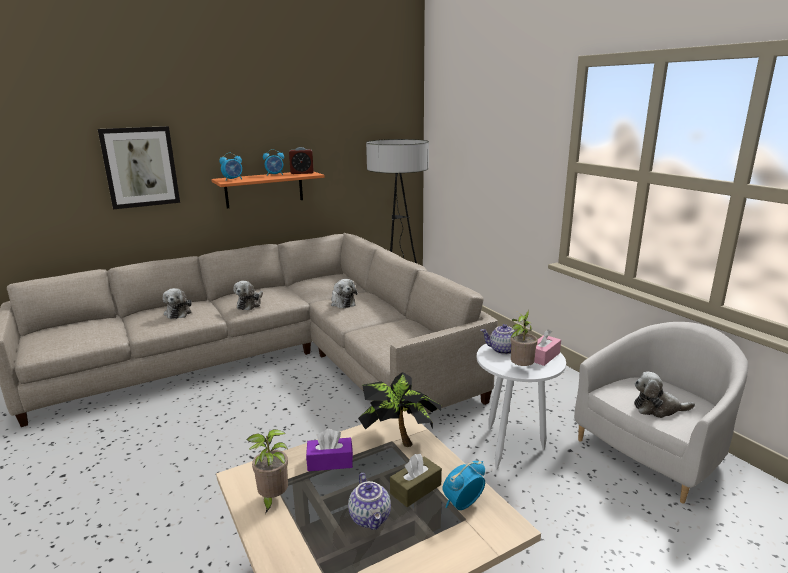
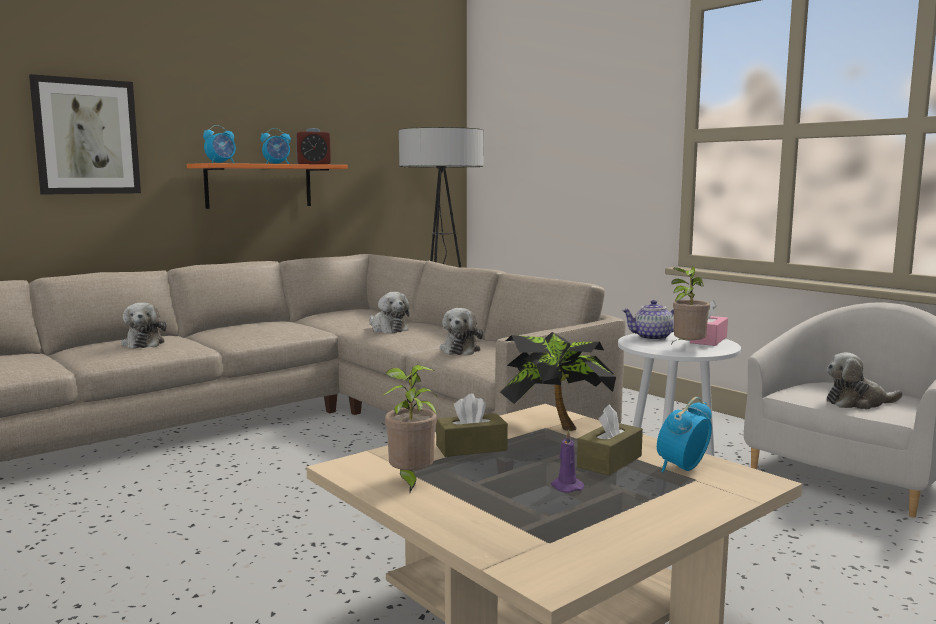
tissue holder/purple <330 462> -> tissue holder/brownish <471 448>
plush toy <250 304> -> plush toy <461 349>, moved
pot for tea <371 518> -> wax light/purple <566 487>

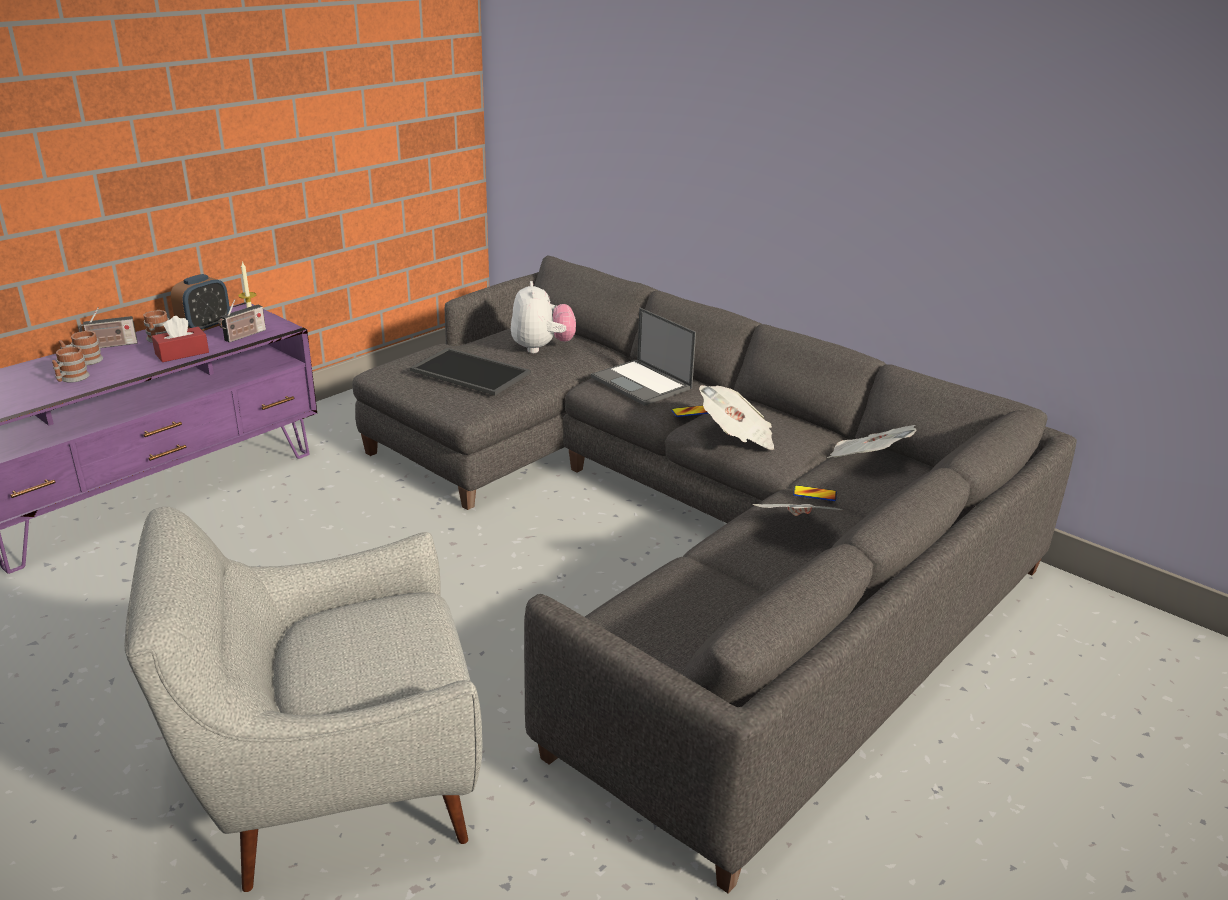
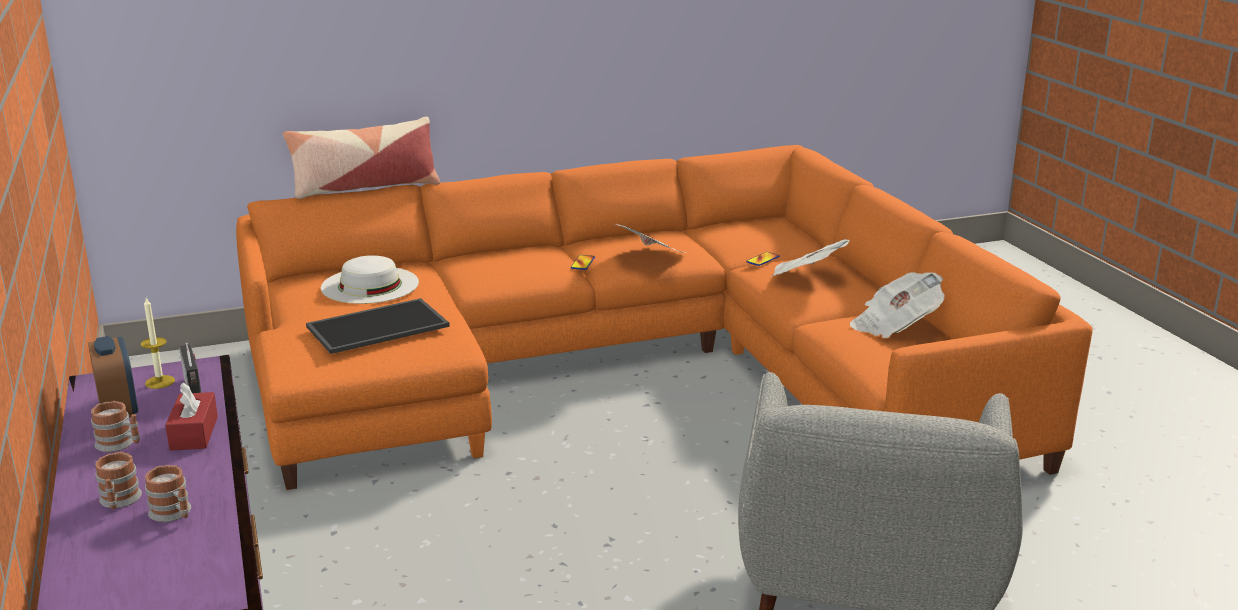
settee/gray <688 533> -> settee/orange-coloured <635 368>
none -> pillow <365 187>
plush toy <542 348> -> clothing hat/white <370 285>
daily paper <866 461> -> daily paper <894 326>, moved
radio receiver <110 345> -> none
portable computer <642 383> -> none

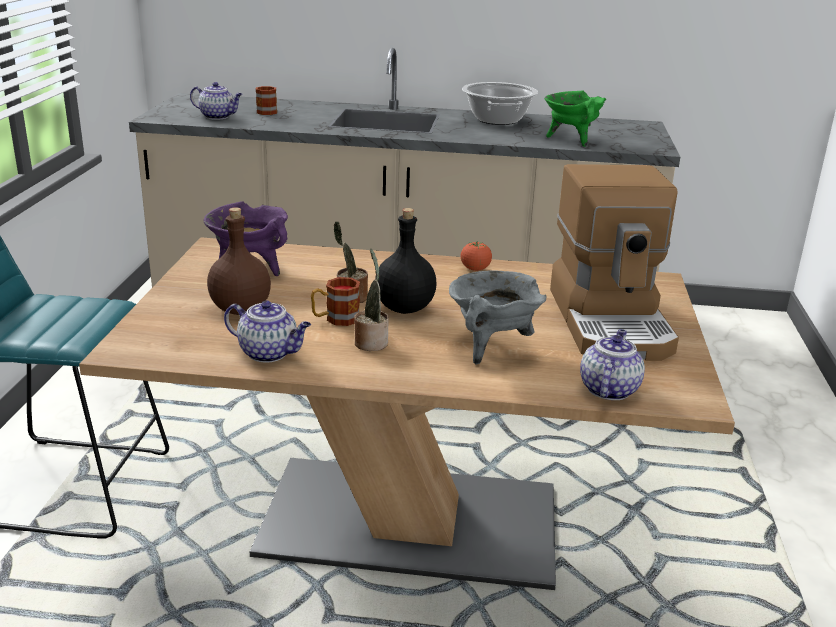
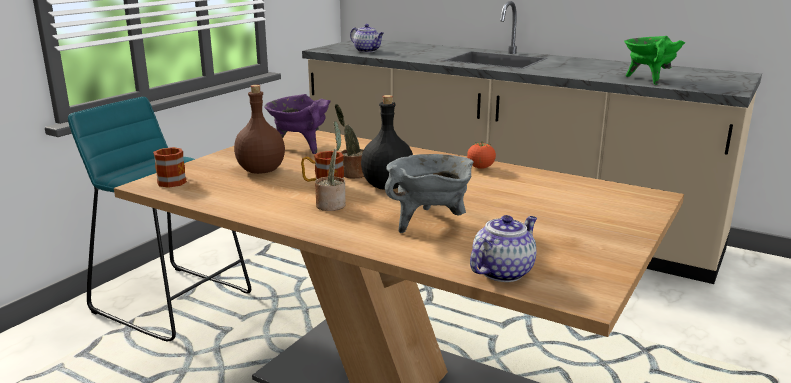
coffee mug <265 111> -> coffee mug <173 180>, moved
pot for tea <270 353> -> none
cooking pot <498 120> -> none
coffee maker <612 321> -> none

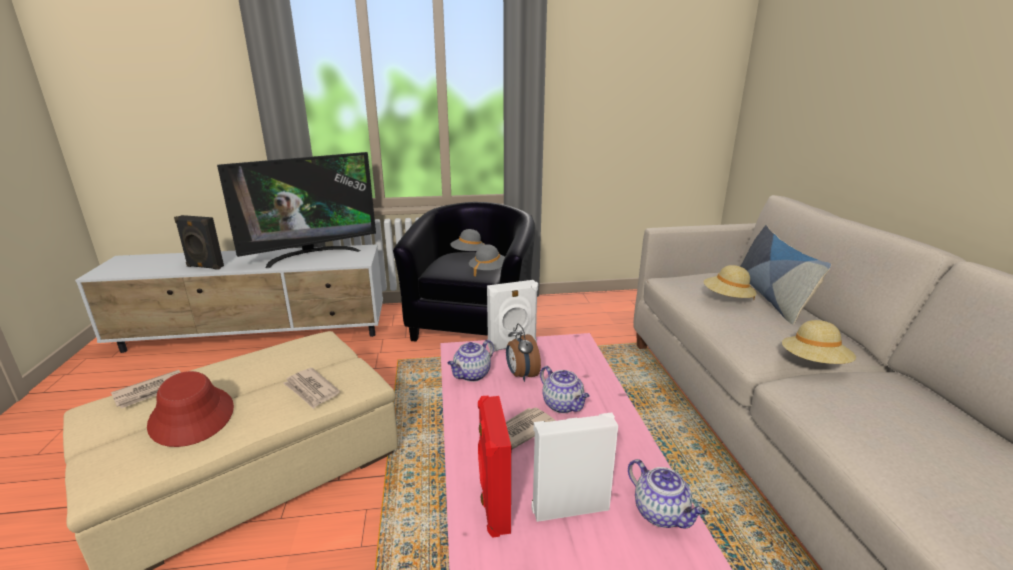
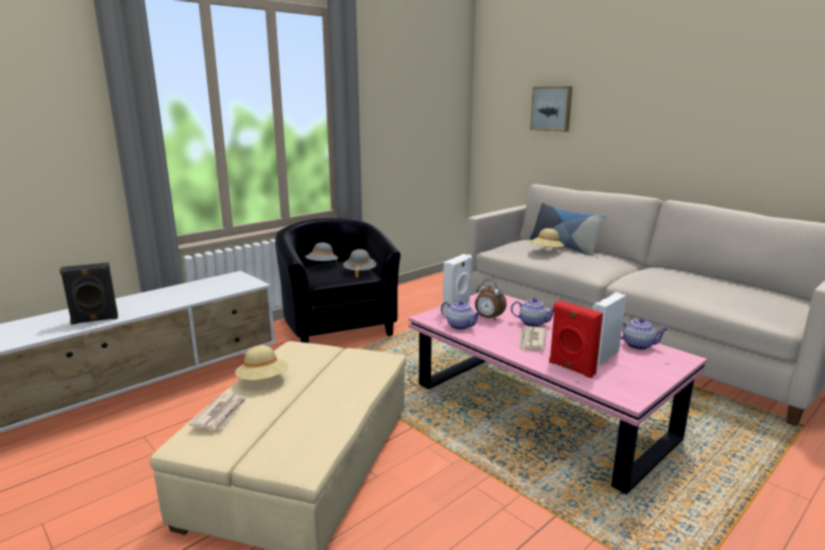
clothing hat/beige <814 363> -> clothing hat/beige <263 380>, moved
pot for tea <471 375> -> pot for tea <460 326>, 60 degrees counterclockwise
none -> wall art <552 108>
clothing hat/reddish <192 416> -> none
television <311 255> -> none
daily paper <311 390> -> none

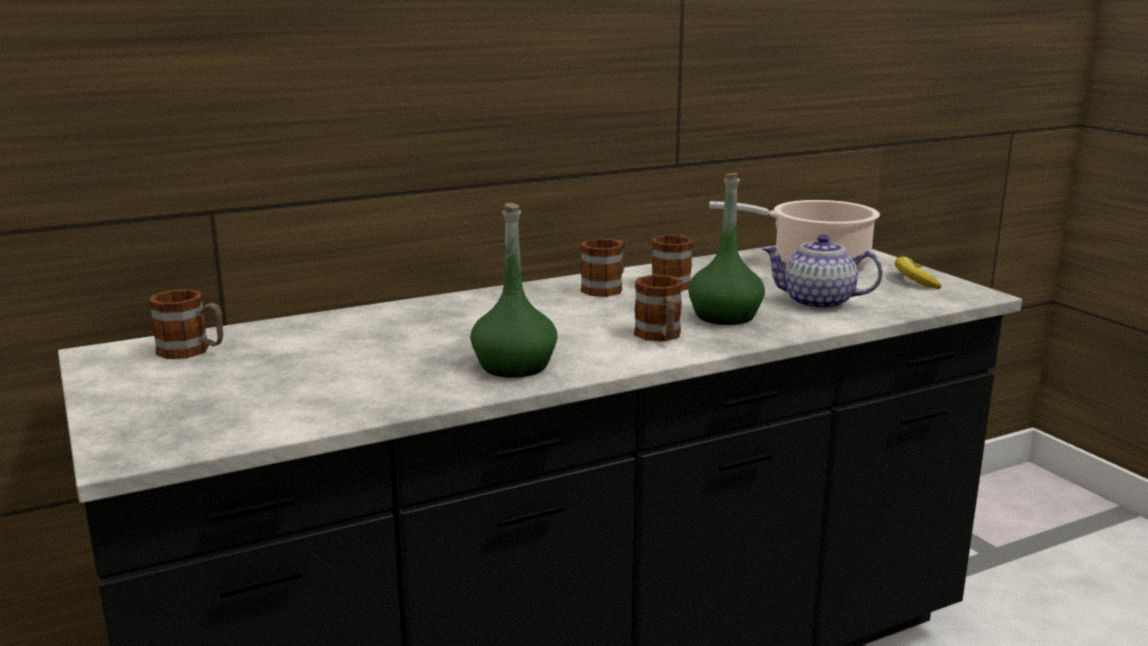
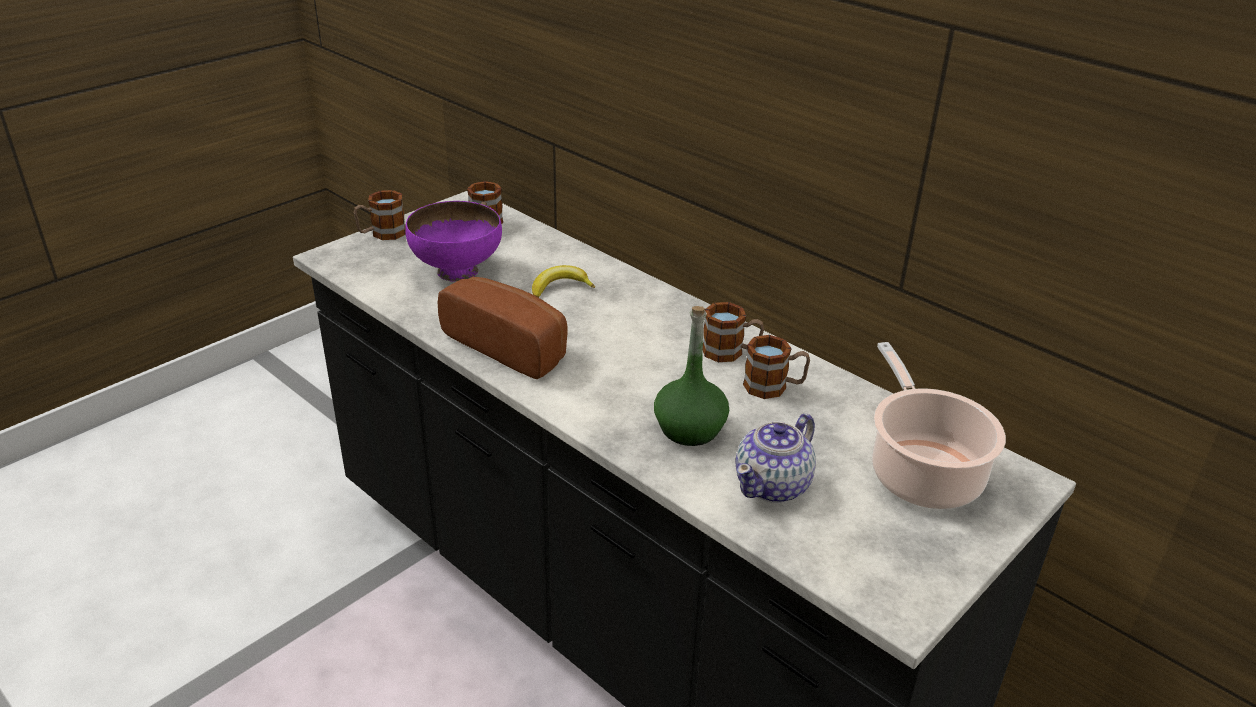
coffee mug <660 337> -> coffee mug <382 234>, moved
none -> serving bowl/purple <456 272>
drink bottle/green-coloured <515 366> -> baked bread <510 345>
banana fruit <914 279> -> banana fruit <560 287>, moved
pot for tea <819 302> -> pot for tea <773 485>, 135 degrees counterclockwise

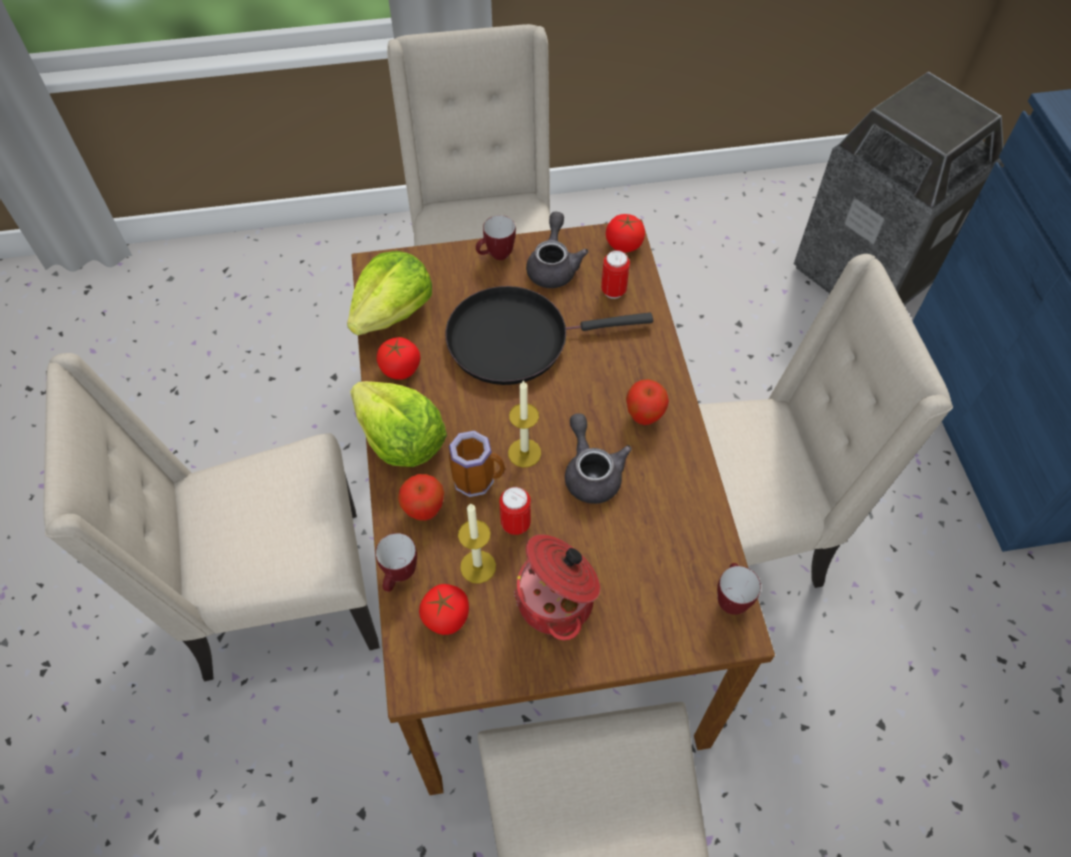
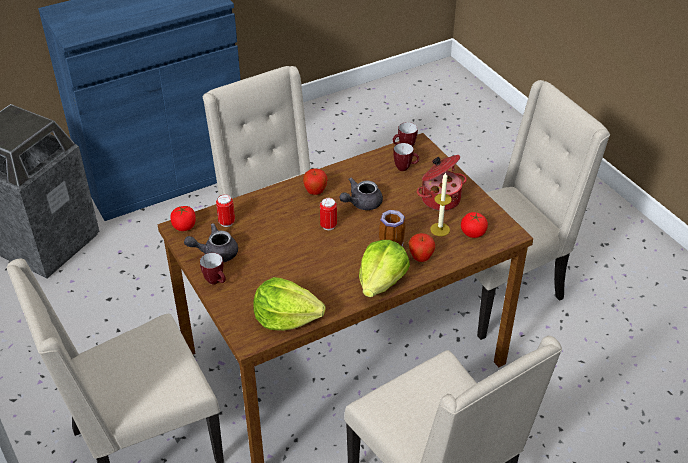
metal can <515 524> -> metal can <328 226>, moved
coffee mug <399 577> -> coffee mug <405 168>, moved
whole tomato <400 368> -> none
frying pan/black-coloured <516 339> -> none
wax light <524 453> -> none

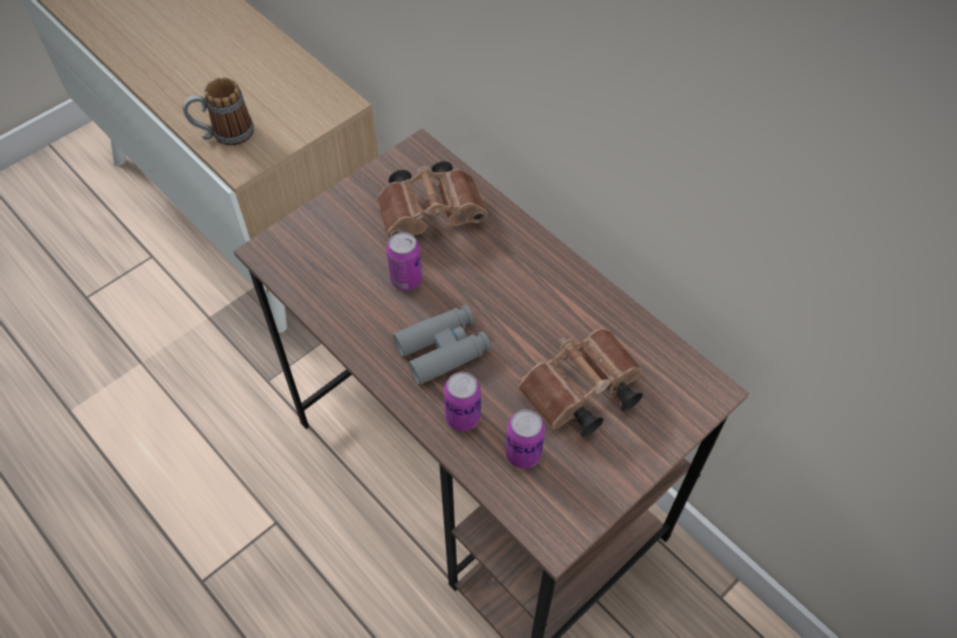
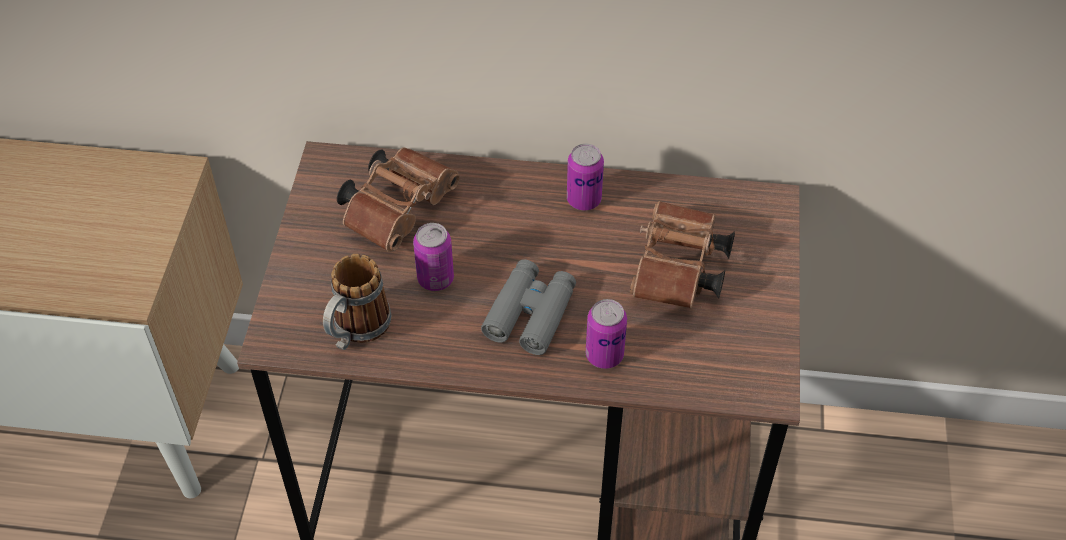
coffee mug <224 135> -> coffee mug <356 331>, moved
metal can <523 454> -> metal can <584 200>, moved

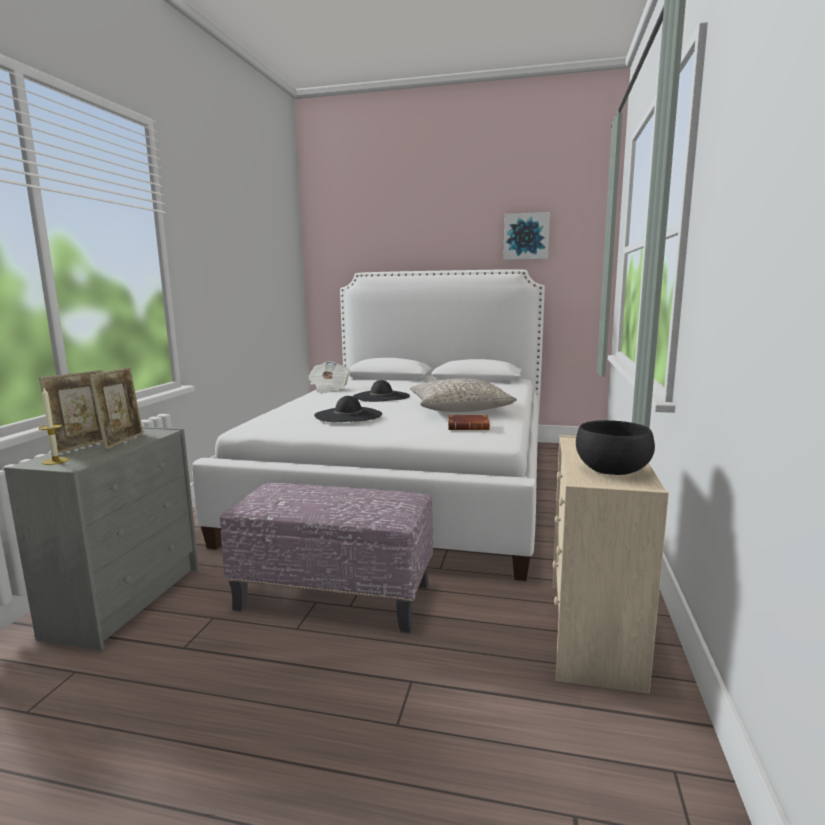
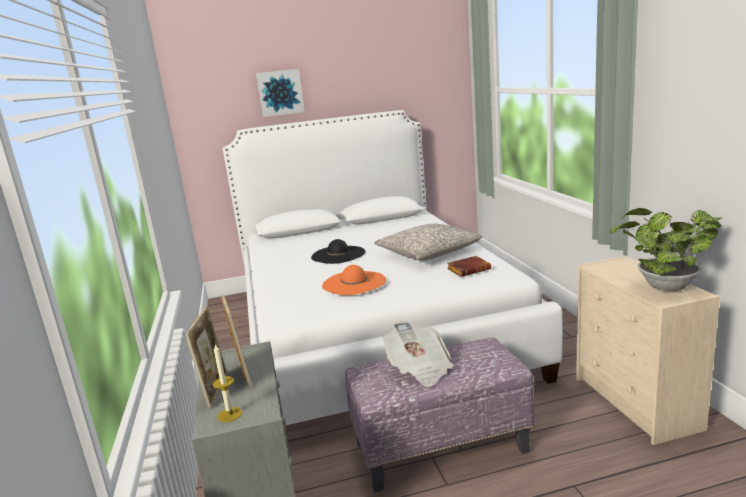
wall art <526 236> -> wall art <280 92>, moved
clothing hat/black-coloured <348 415> -> clothing hat/orange-coloured <354 283>
daily paper <329 389> -> daily paper <419 369>, moved
serving bowl/black-coloured <612 470> -> potted plant <662 287>

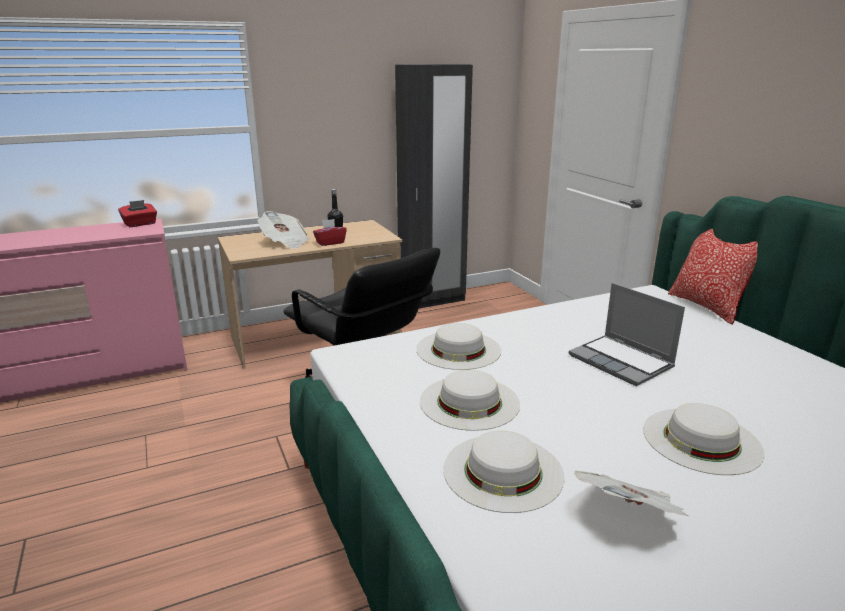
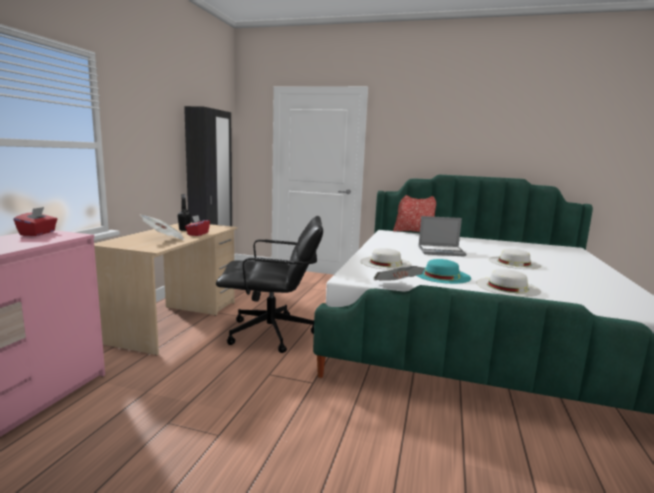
daily paper <629 515> -> daily paper <397 287>, moved
clothing hat/white <469 402> -> clothing hat/blue-green <441 275>

